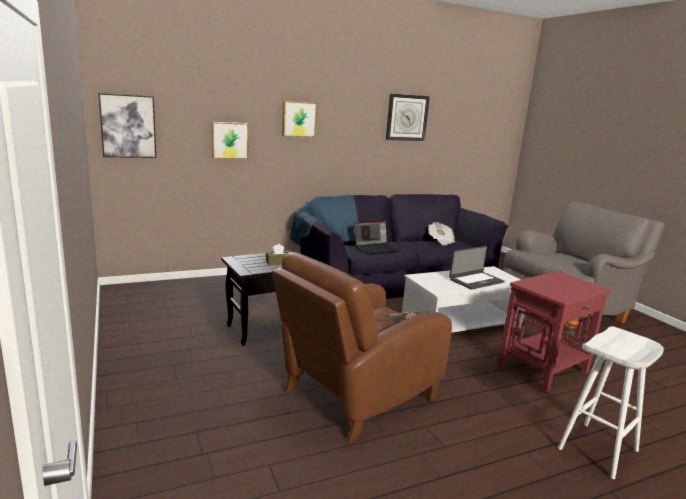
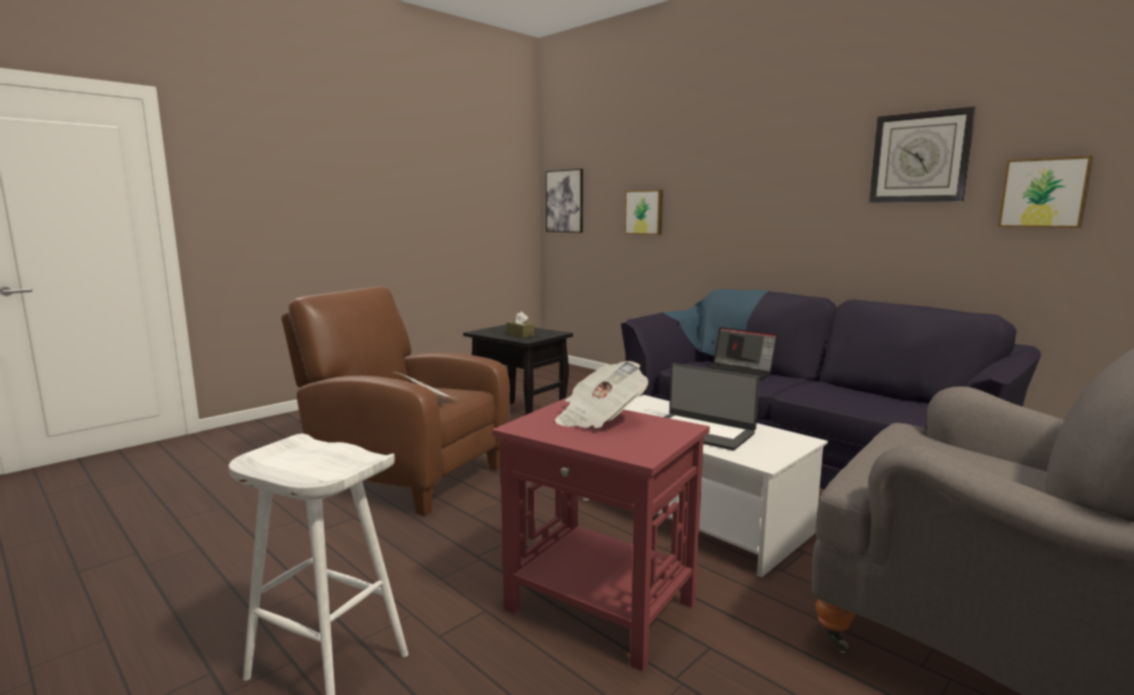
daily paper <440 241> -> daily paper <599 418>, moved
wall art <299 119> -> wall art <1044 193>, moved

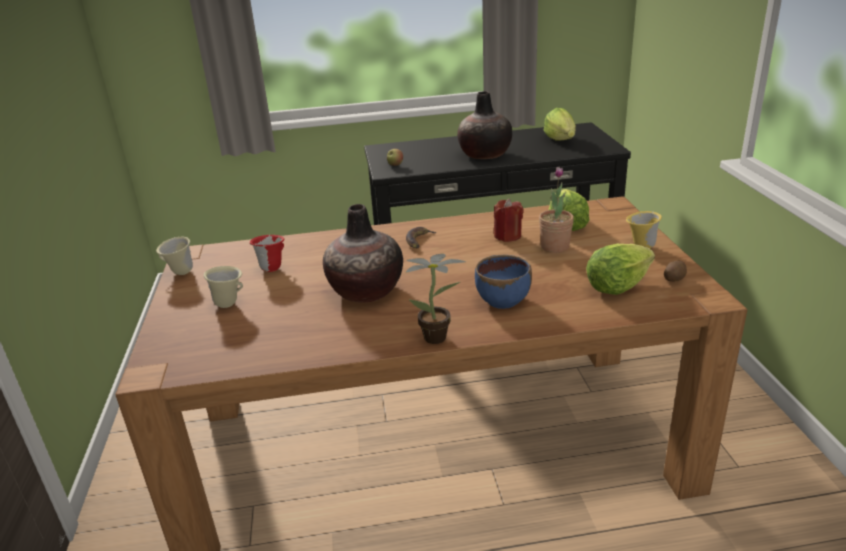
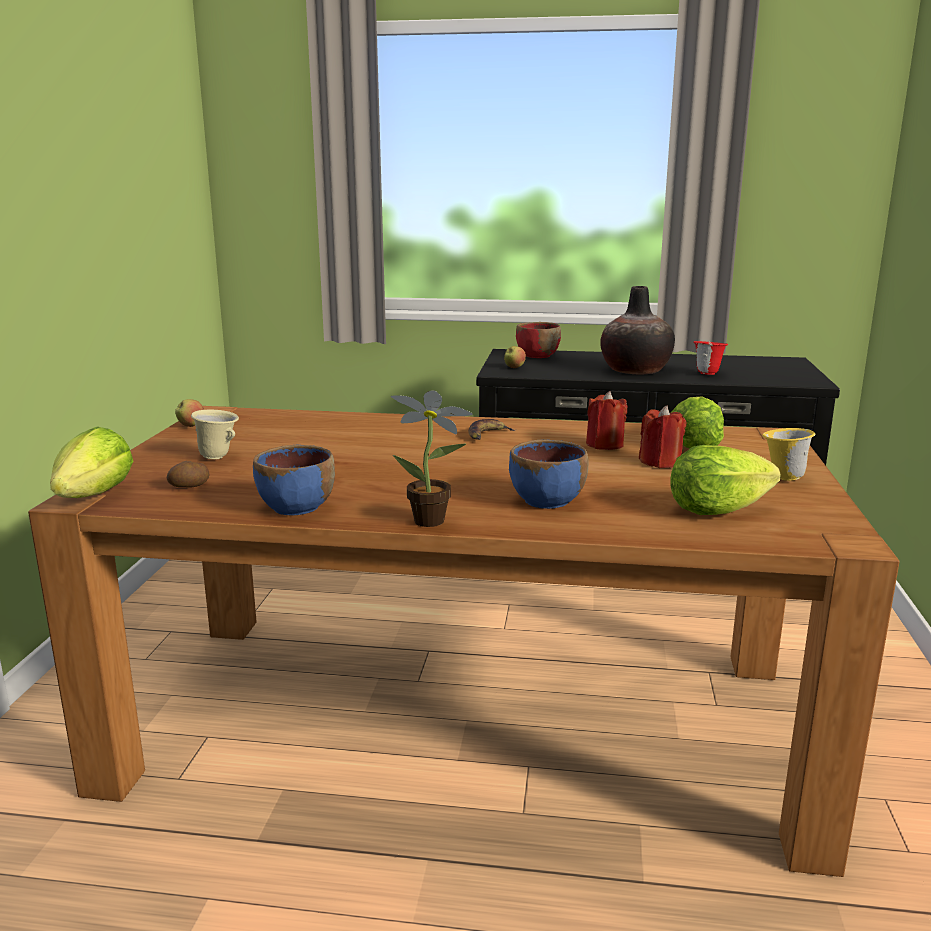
lettuce head <560 139> -> lettuce head <95 496>, moved
spud <674 279> -> spud <190 486>, moved
coffee mug/beige <180 273> -> whole apple <191 426>
none -> serving bowl/blue <296 507>
none -> serving bowl/reddish <537 355>
potted plant <555 247> -> wax light/reddish <660 462>
coffee mug/reddish <272 268> -> coffee mug/reddish <707 374>, moved
vase <366 291> -> none

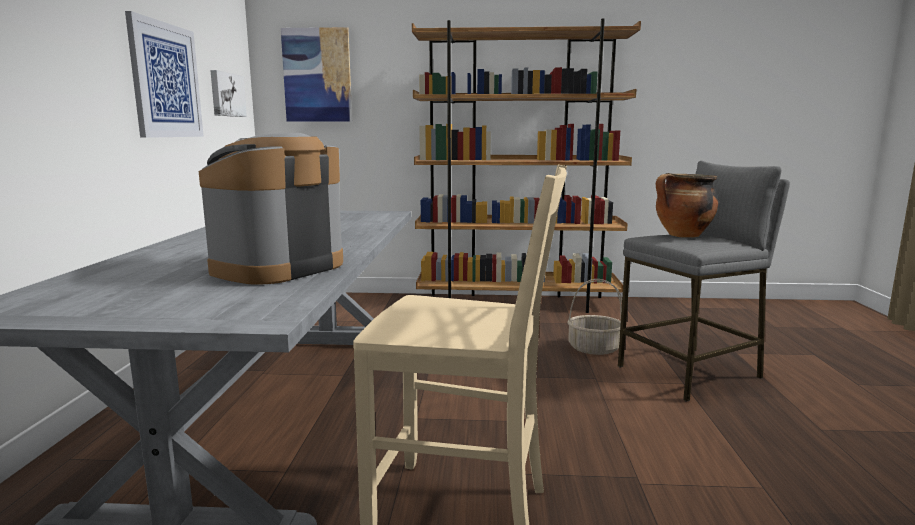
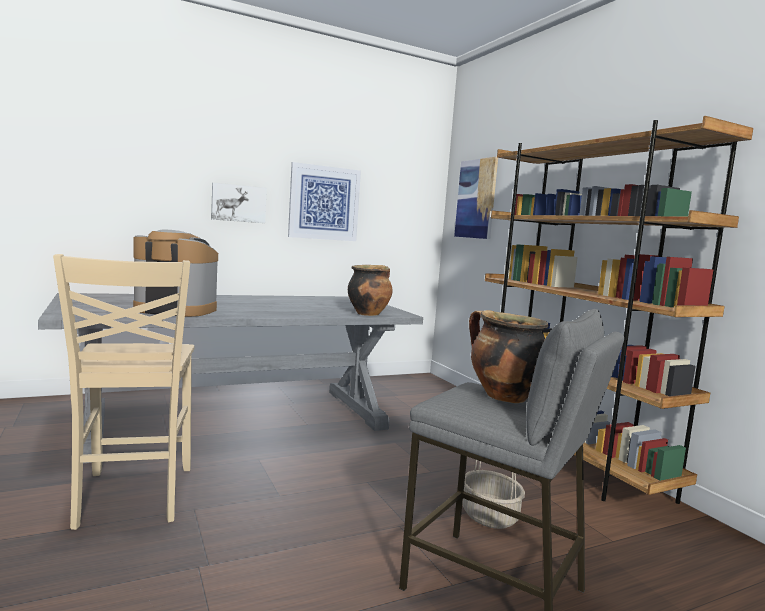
wall art <226 94> -> wall art <238 203>, moved
none -> cooking pot <368 313>

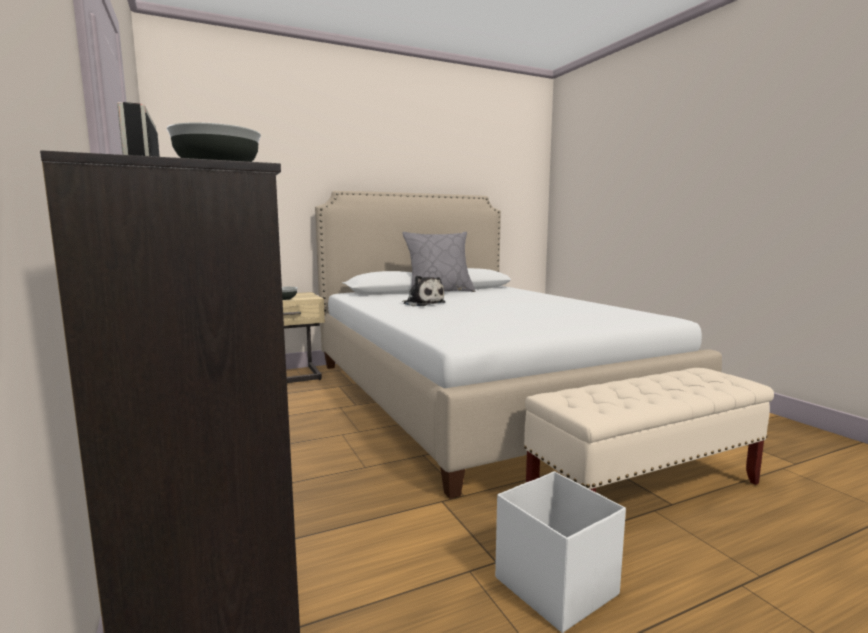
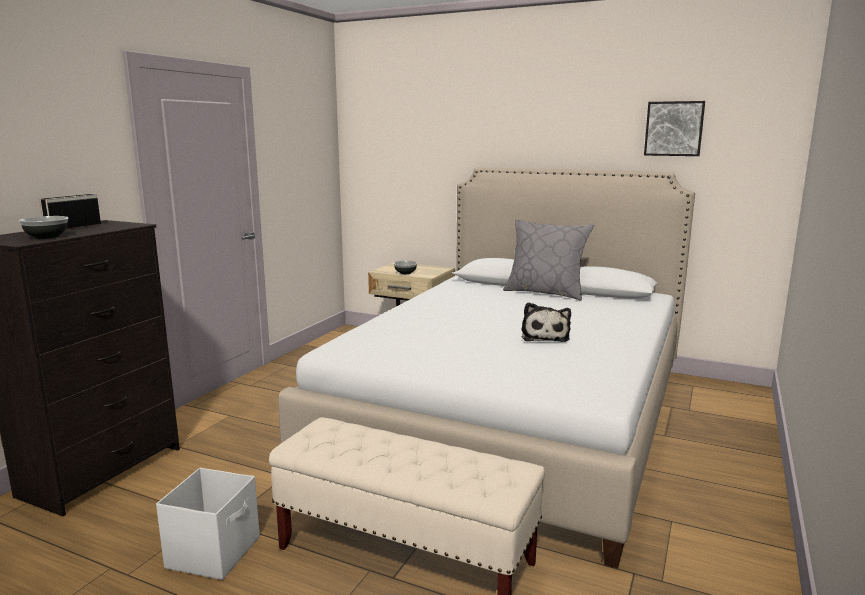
plush toy <422 304> -> plush toy <544 336>, moved
none -> wall art <674 128>

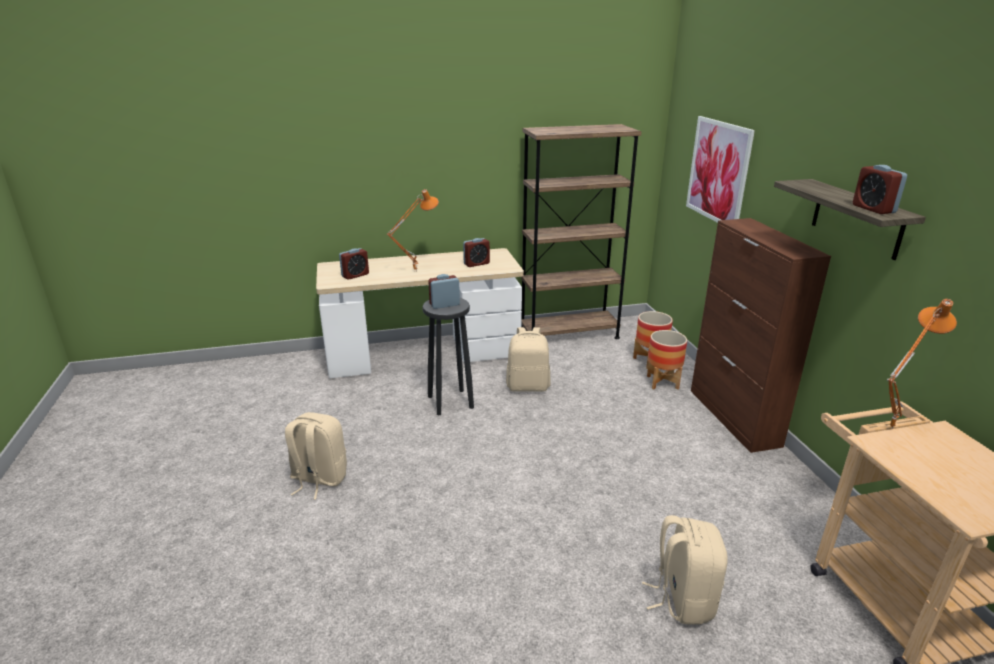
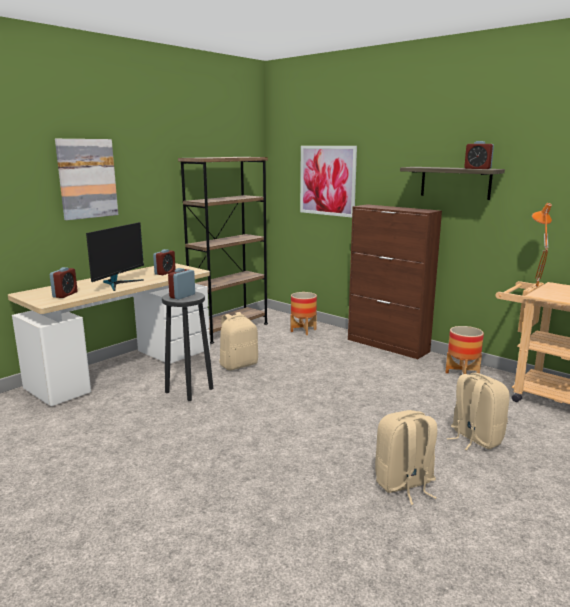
none -> wall art <87 178>
table lamp/orange-coloured <415 270> -> computer screen <118 284>
backpack/beige <318 479> -> backpack/beige <404 484>, moved
plant pot <662 382> -> plant pot <462 374>, moved

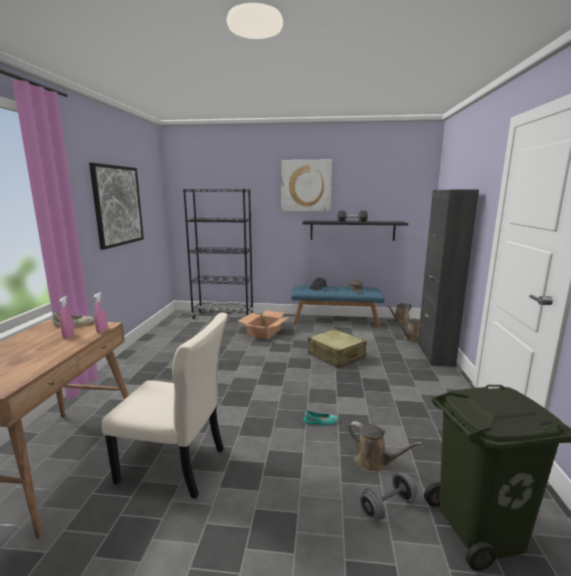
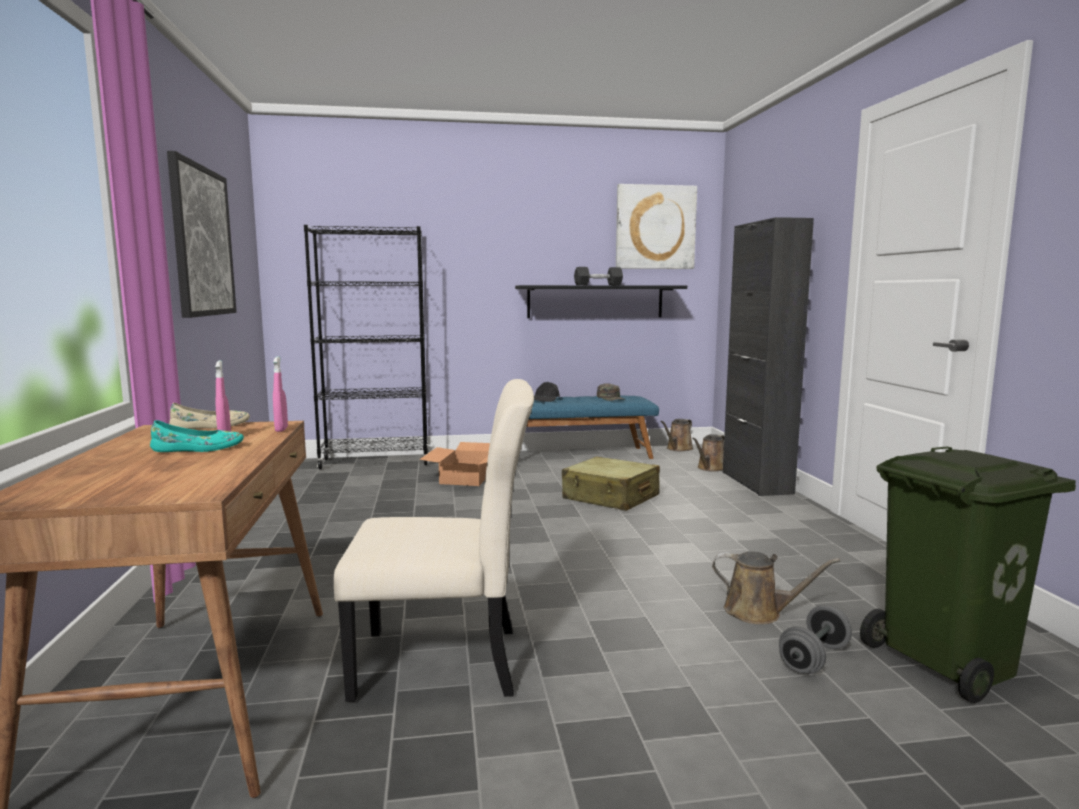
shoe/blue-green <320 422> -> shoe/blue-green <198 449>, moved
wall art <306 186> -> wall art <655 227>, moved

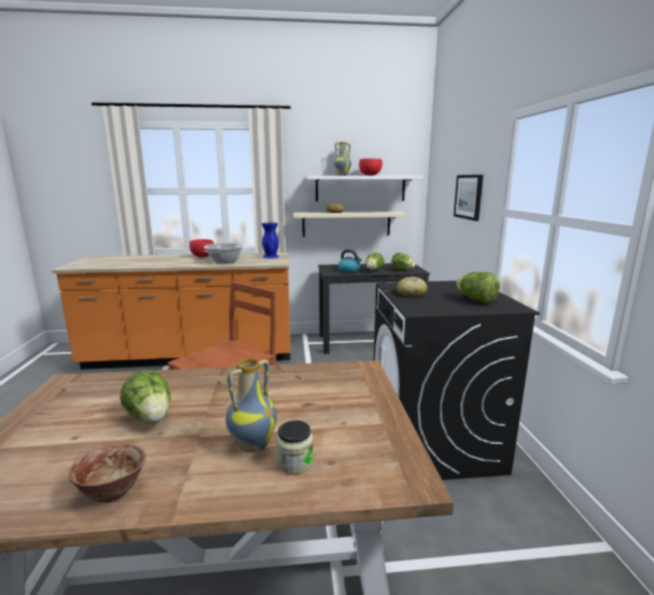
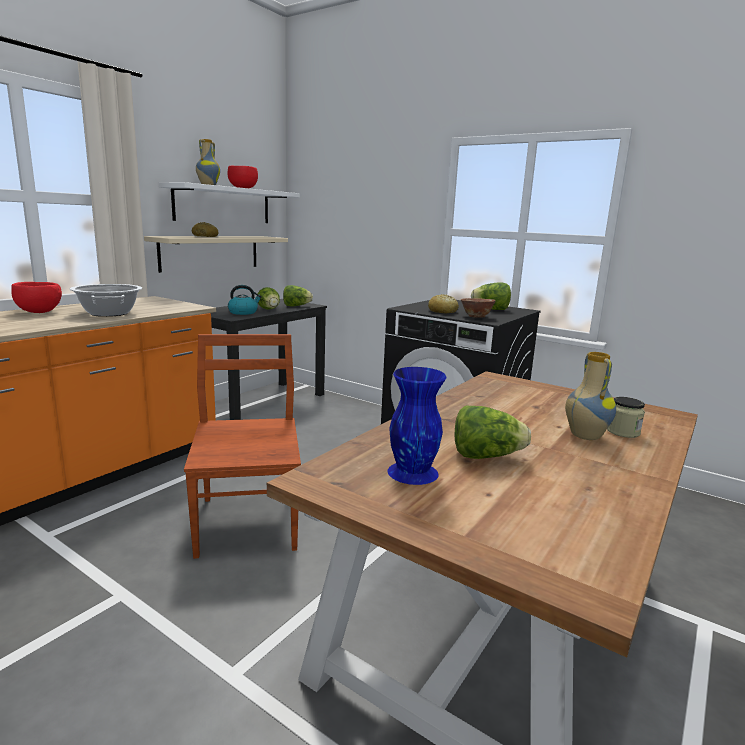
vase/blue <271 256> -> vase/blue <413 472>, moved
serving bowl <112 491> -> serving bowl <476 317>, moved
wall art <469 196> -> none

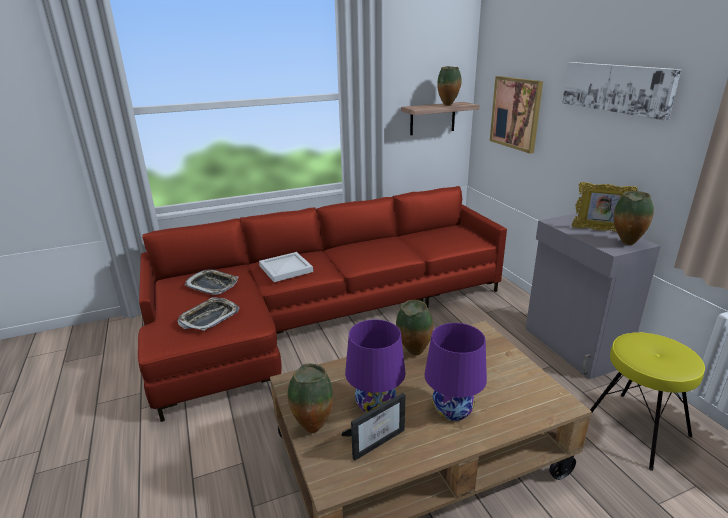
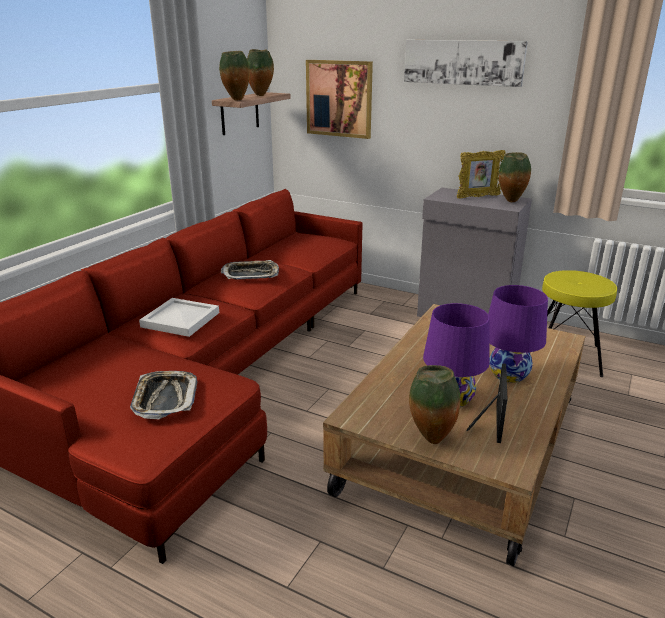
vase <413 353> -> vase <236 100>, moved
serving tray <212 285> -> serving tray <250 274>, moved

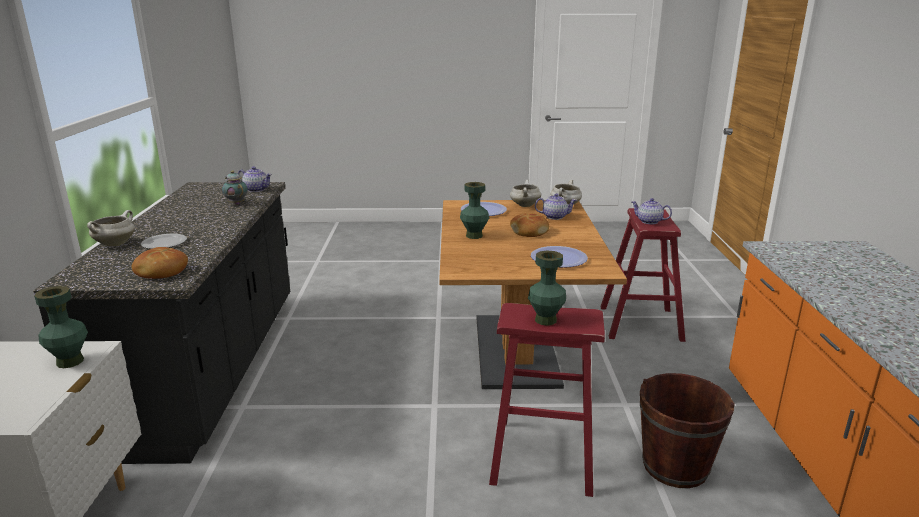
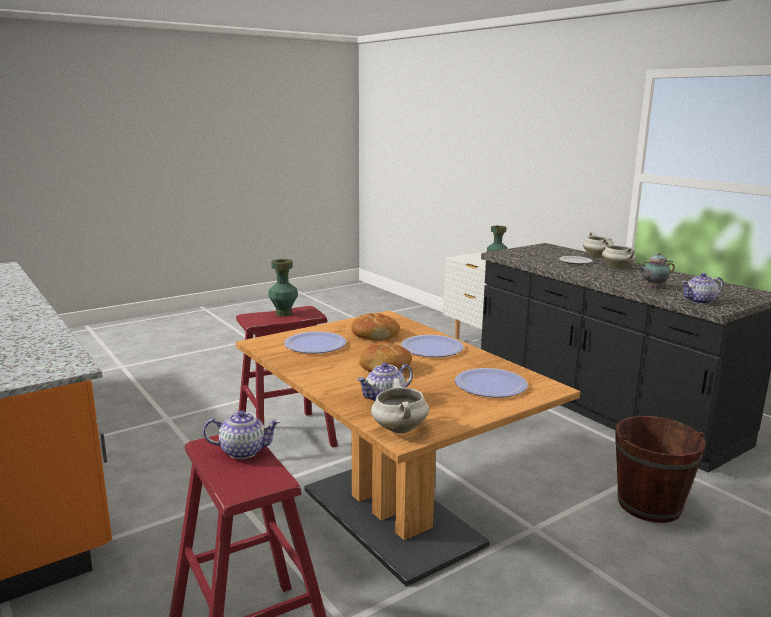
baked bread <161 271> -> baked bread <374 334>, moved
vase/green-coloured <474 236> -> dinner plate <432 348>
cooking pot/white <524 205> -> cooking pot/white <618 267>, moved
bucket/brownish <675 466> -> bucket/brownish <649 505>, moved
pot for tea <236 203> -> pot for tea <653 287>, 150 degrees clockwise

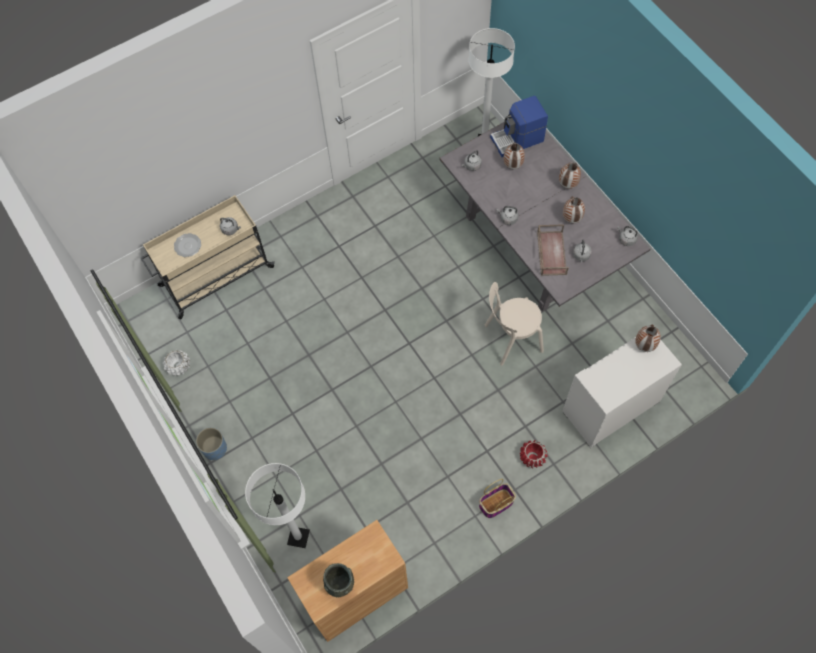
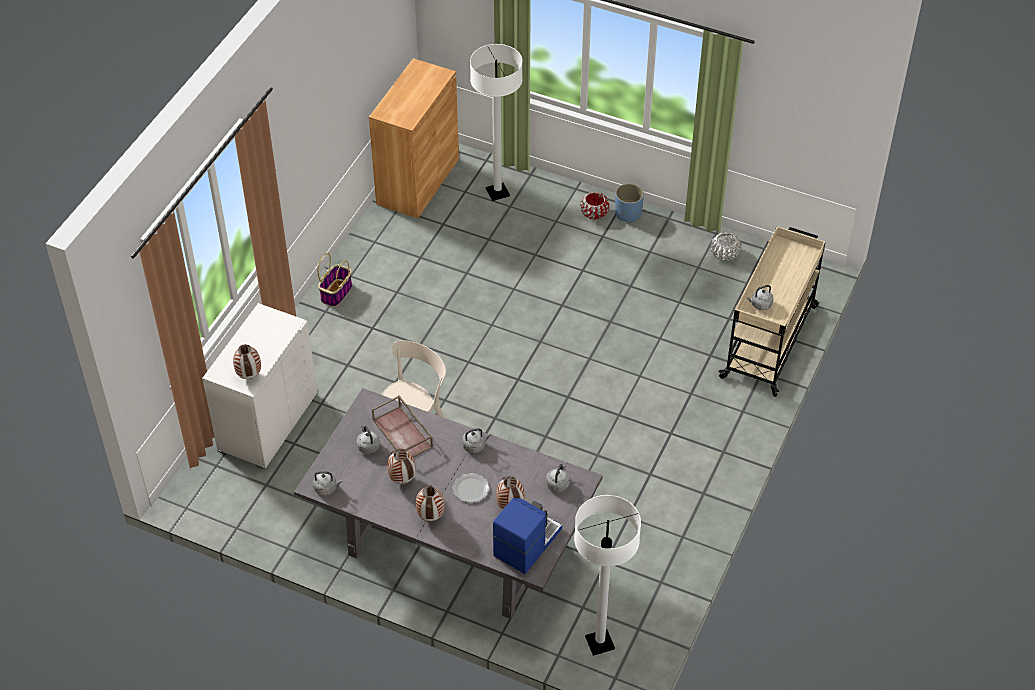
dinner plate <187 246> -> dinner plate <471 488>, moved
plant pot/reddish <532 457> -> plant pot/reddish <594 213>, moved
vase/gray <340 584> -> none

